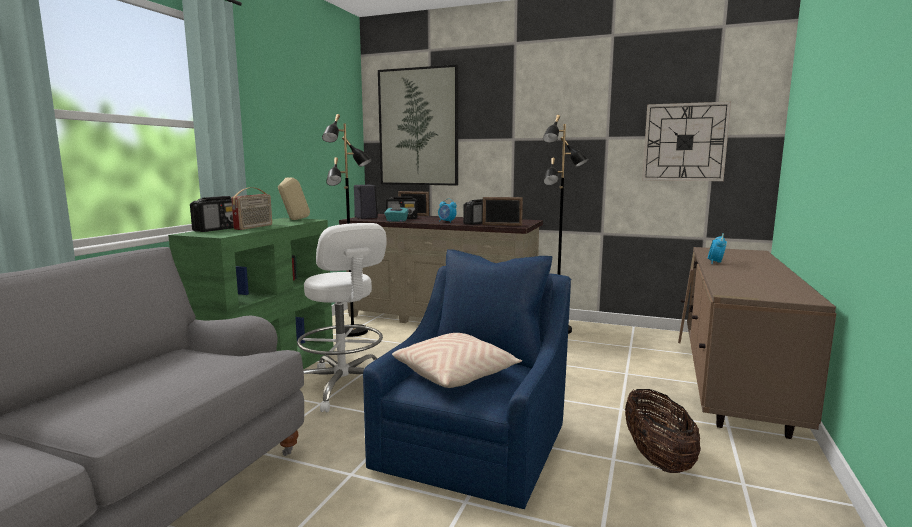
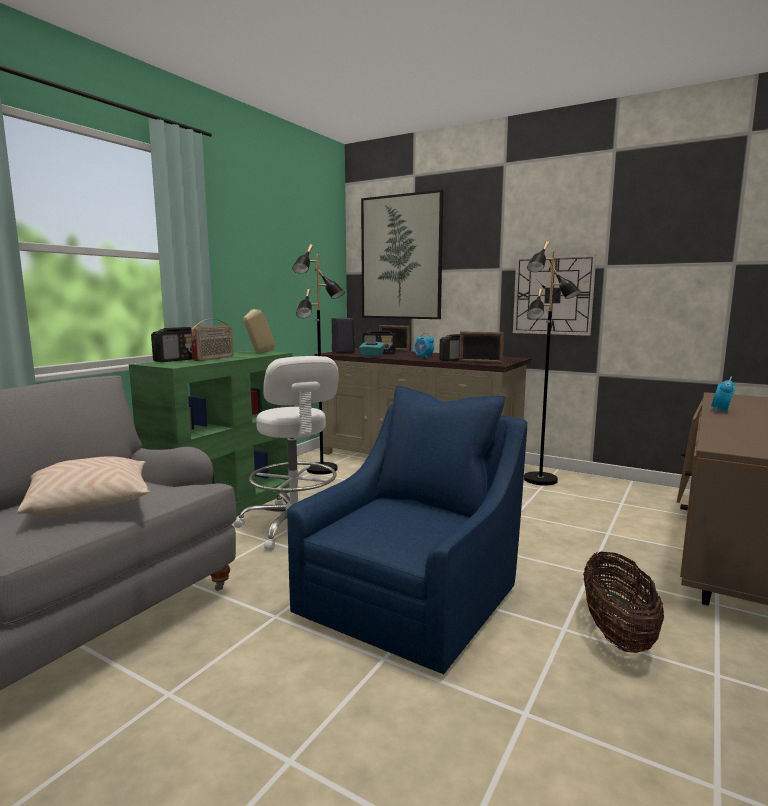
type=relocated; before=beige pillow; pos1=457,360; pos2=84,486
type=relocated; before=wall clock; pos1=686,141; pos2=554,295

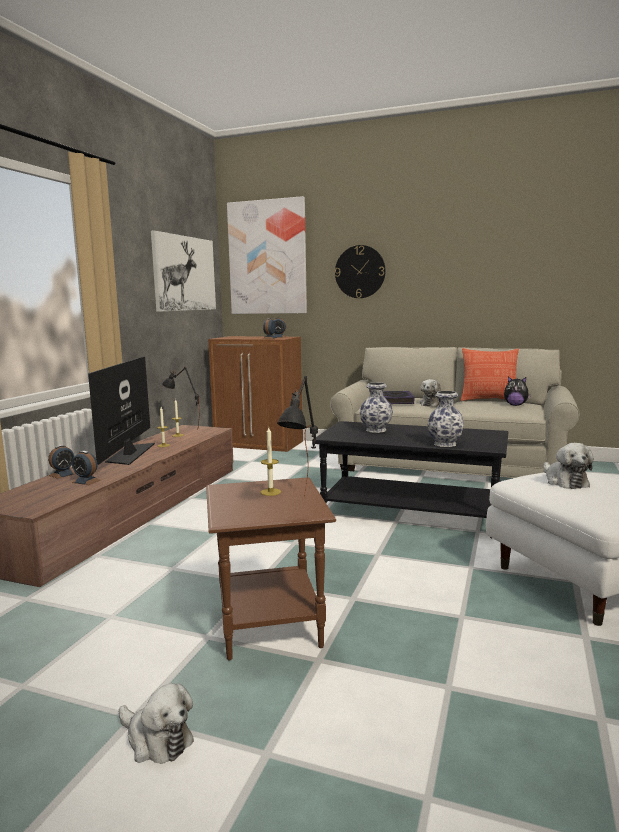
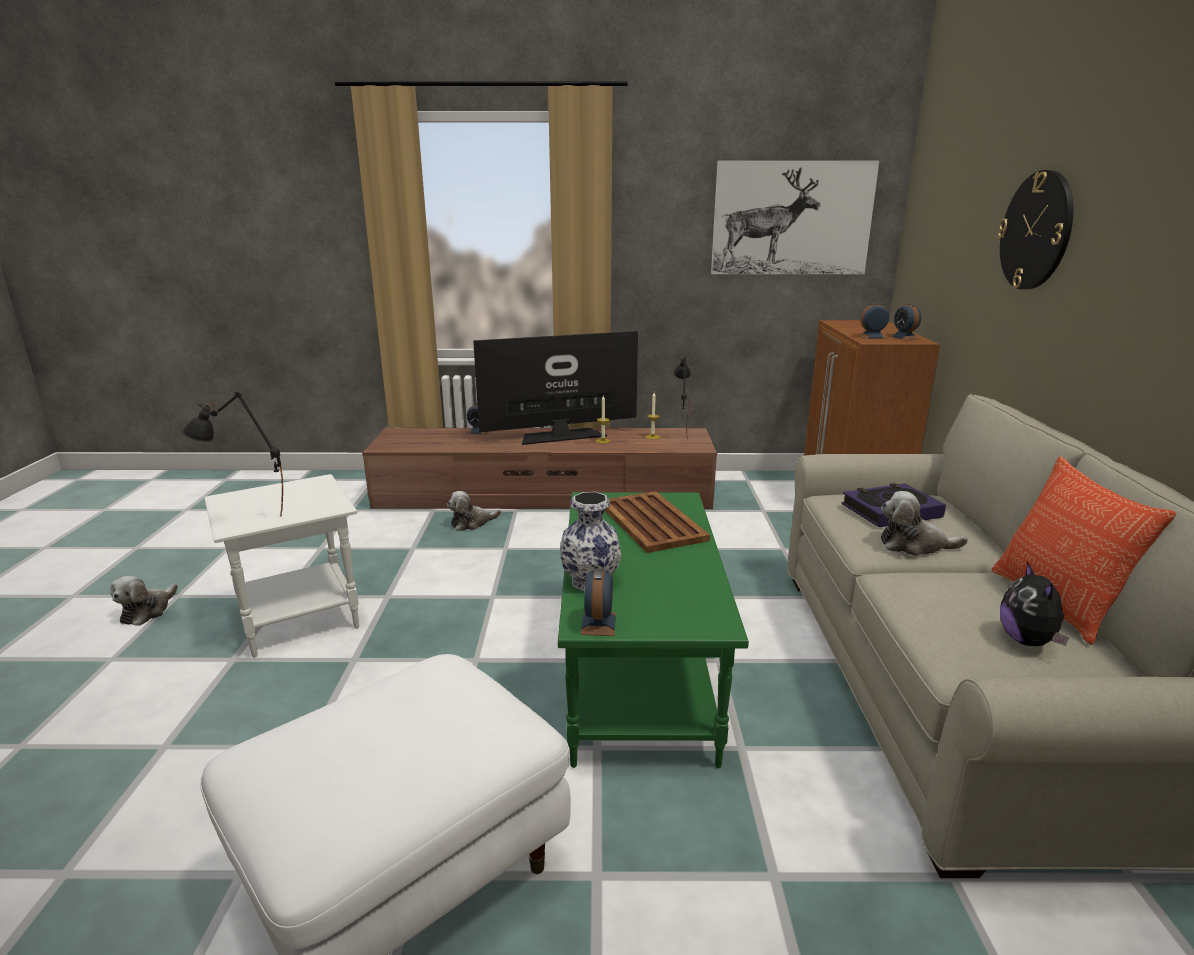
type=missing; before=picture; pos1=267,255
type=missing; before=candle; pos1=270,461
type=relocated; before=alarm clock; pos1=86,468; pos2=598,602
type=relocated; before=plush toy; pos1=568,466; pos2=474,511
type=exchanged; before=vase; after=brown tray; pos1=376,407; pos2=657,522
type=colour; before=brown side table; after=white side table; pos1=271,569; pos2=281,566
type=colour; before=black coffee table; after=green coffee table; pos1=410,480; pos2=653,630

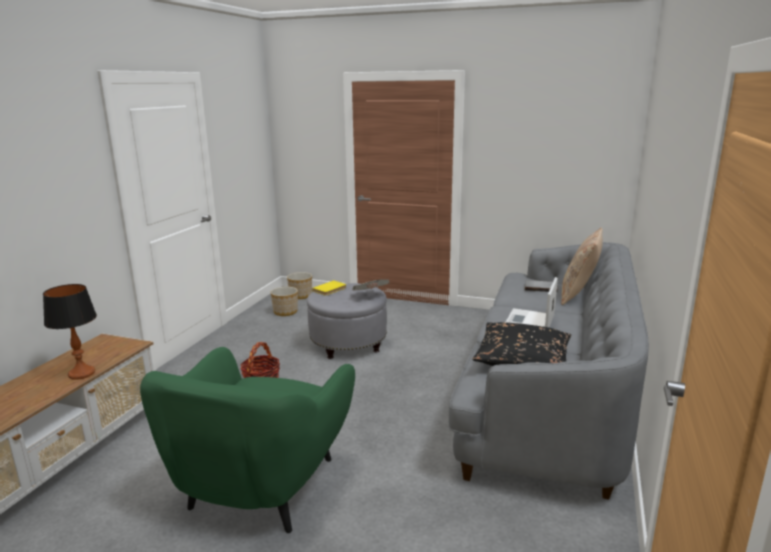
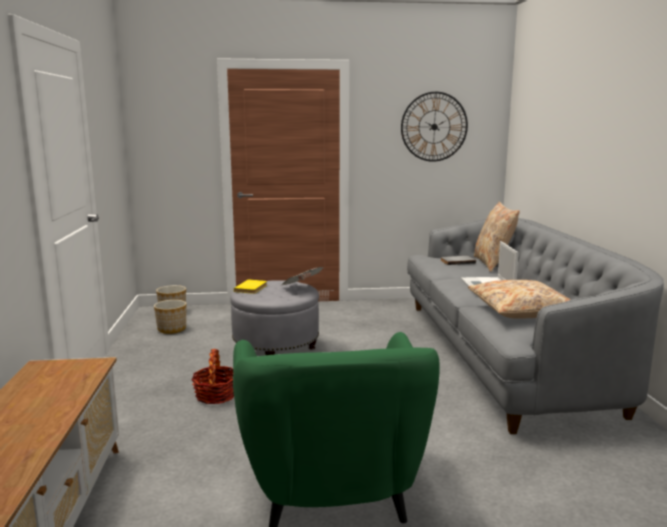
type=missing; before=table lamp; pos1=70,332
type=appeared; after=wall clock; pos2=434,127
type=colour; before=black pillow; after=beige pillow; pos1=521,344; pos2=519,299

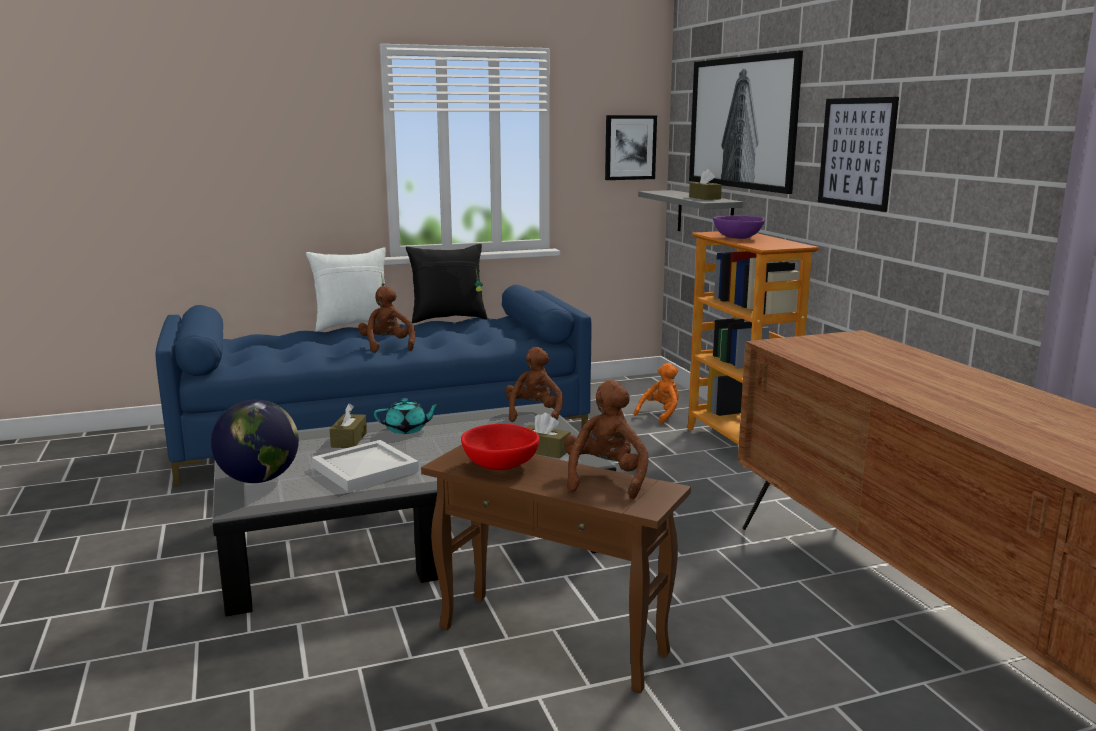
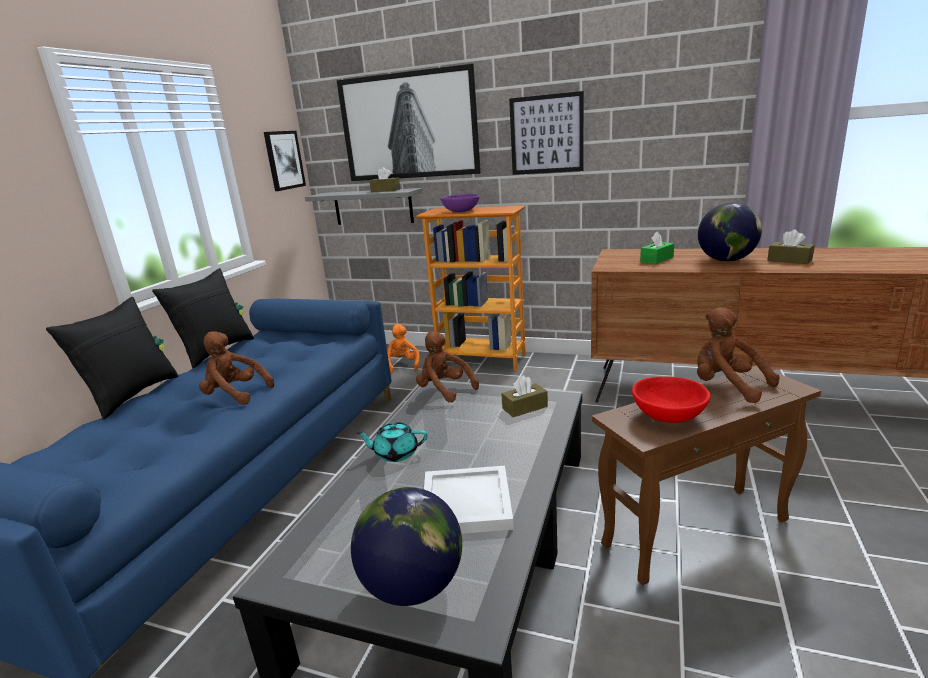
type=appeared; after=green tissue box; pos2=657,247
type=appeared; after=globe; pos2=730,232
type=relocated; before=brown tissue box; pos1=348,426; pos2=791,246
type=colour; before=white pillow; after=black pillow; pos1=346,289; pos2=112,358
type=spun; before=turquoise teapot; pos1=407,416; pos2=392,442; turn=-120

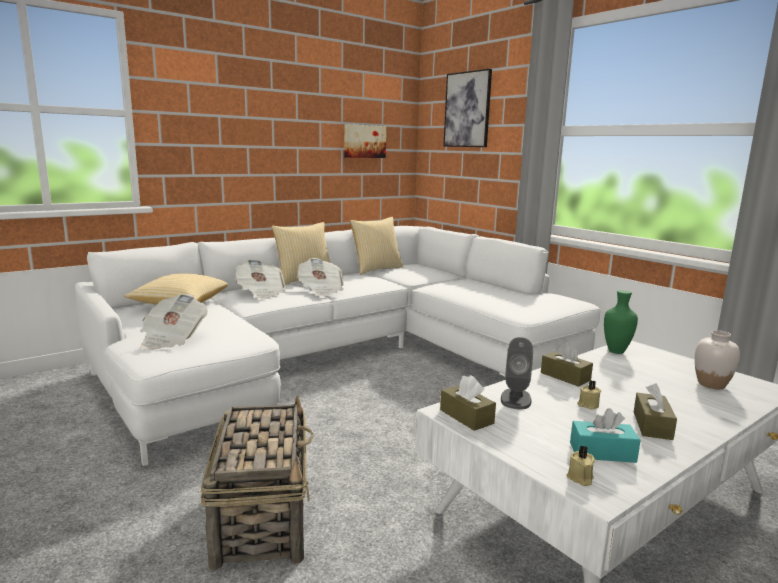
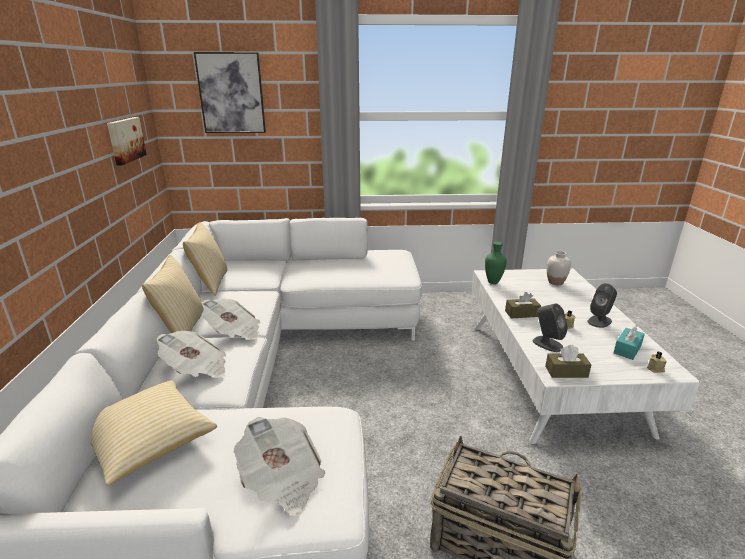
type=exchanged; before=brown tissue box; after=grey speaker; pos1=655,411; pos2=602,305

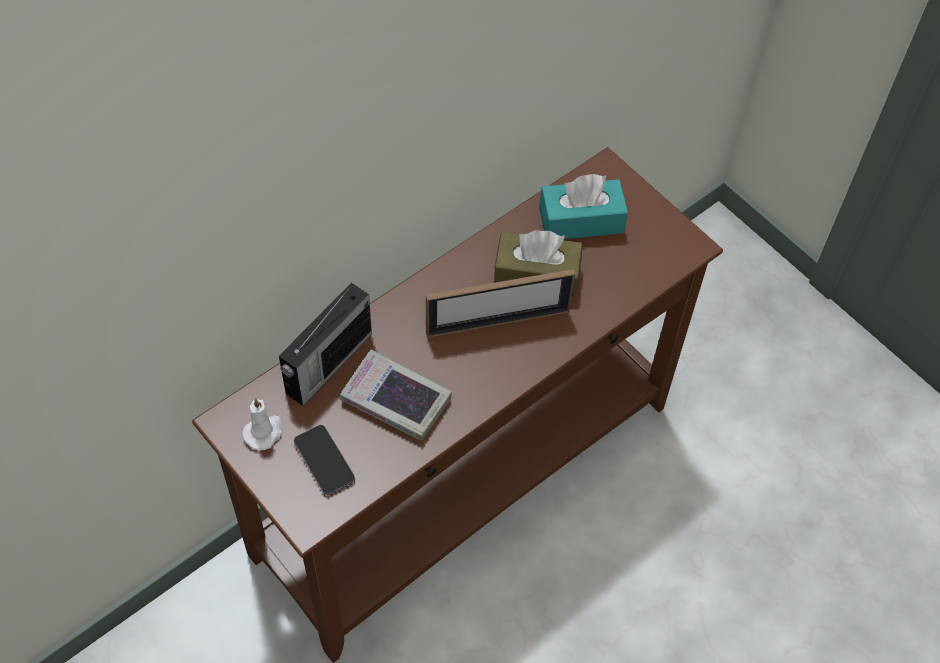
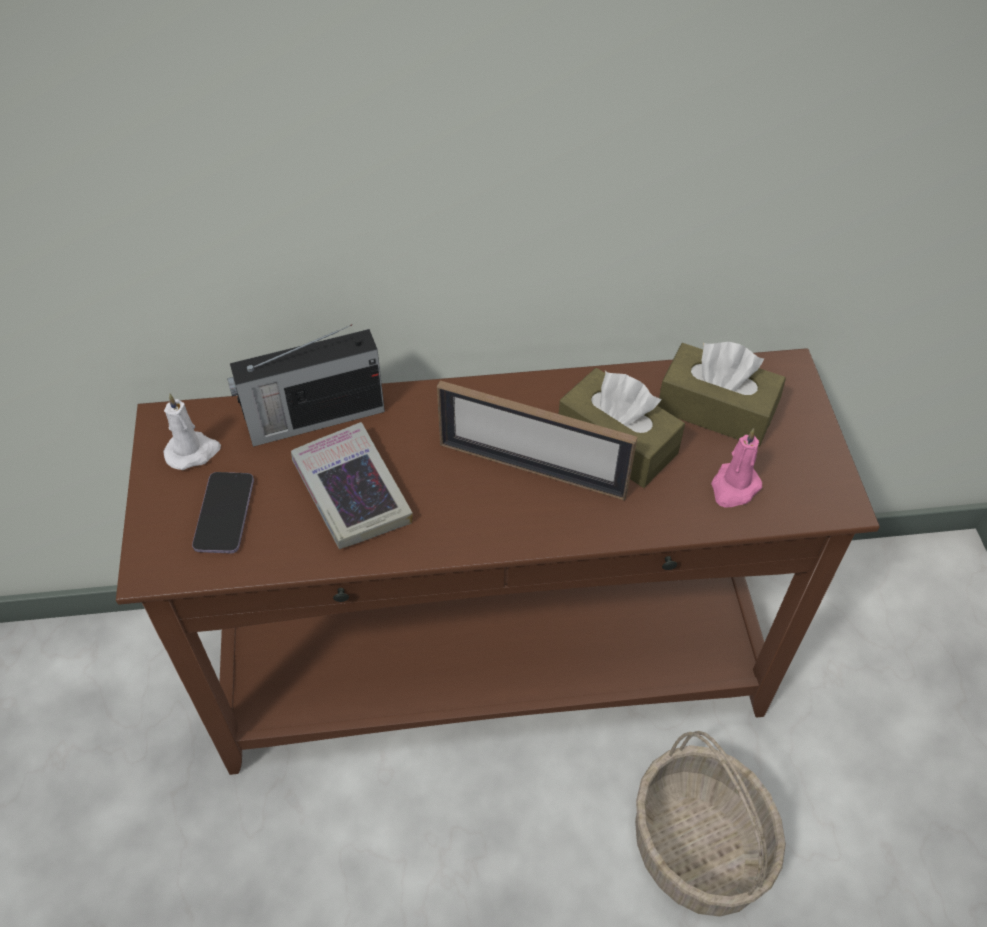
type=appeared; after=basket; pos2=710,824
type=appeared; after=pink candle; pos2=736,468
type=colour; before=turquoise tissue box; after=brown tissue box; pos1=583,206; pos2=722,394

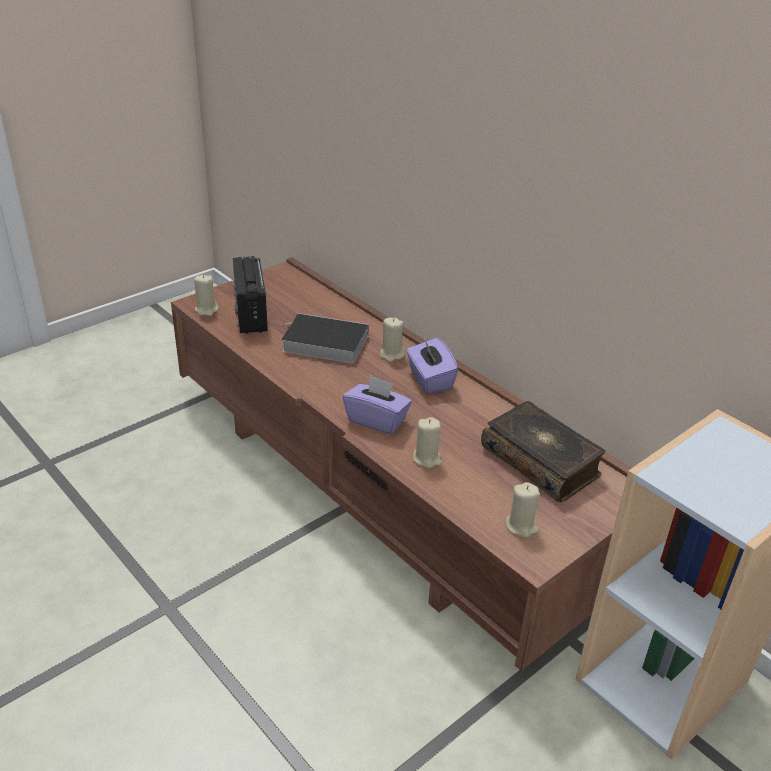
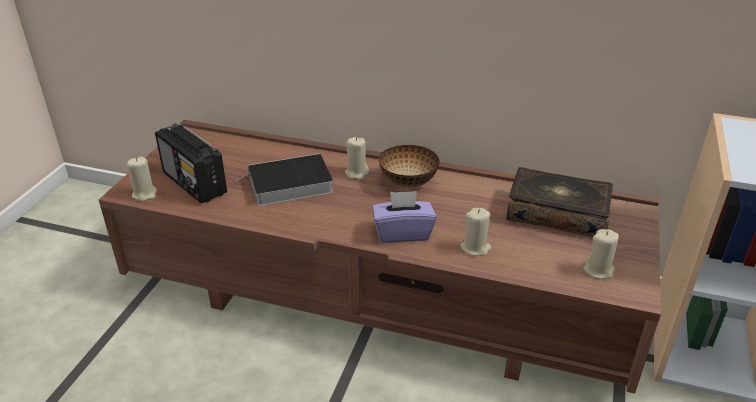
type=exchanged; before=purple tissue box; after=bowl; pos1=432,365; pos2=409,166

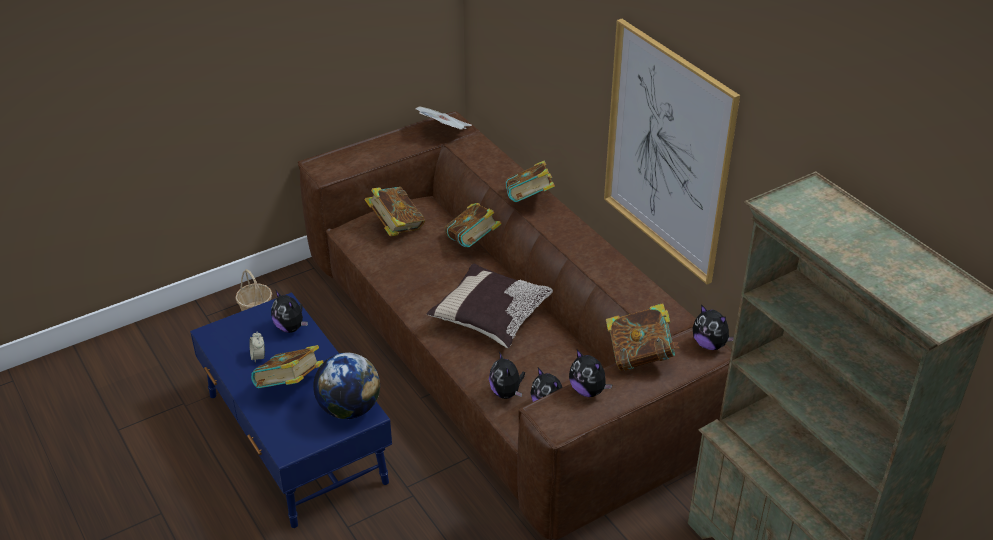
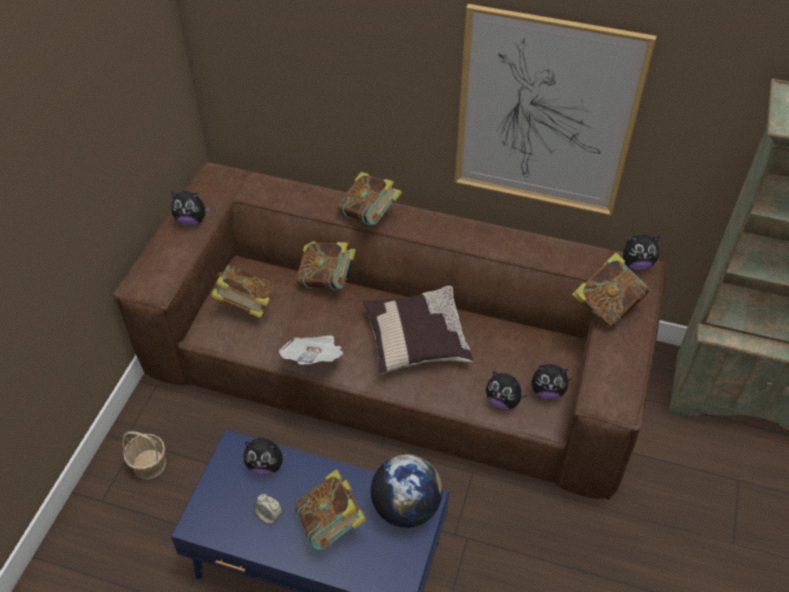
type=relocated; before=newspaper; pos1=444,118; pos2=311,349
type=relocated; before=plush toy; pos1=591,373; pos2=190,208

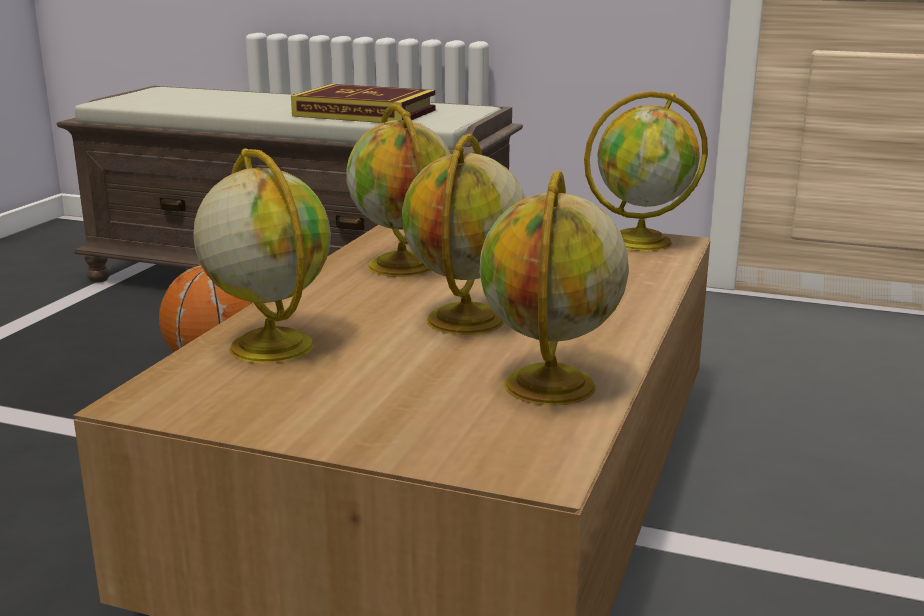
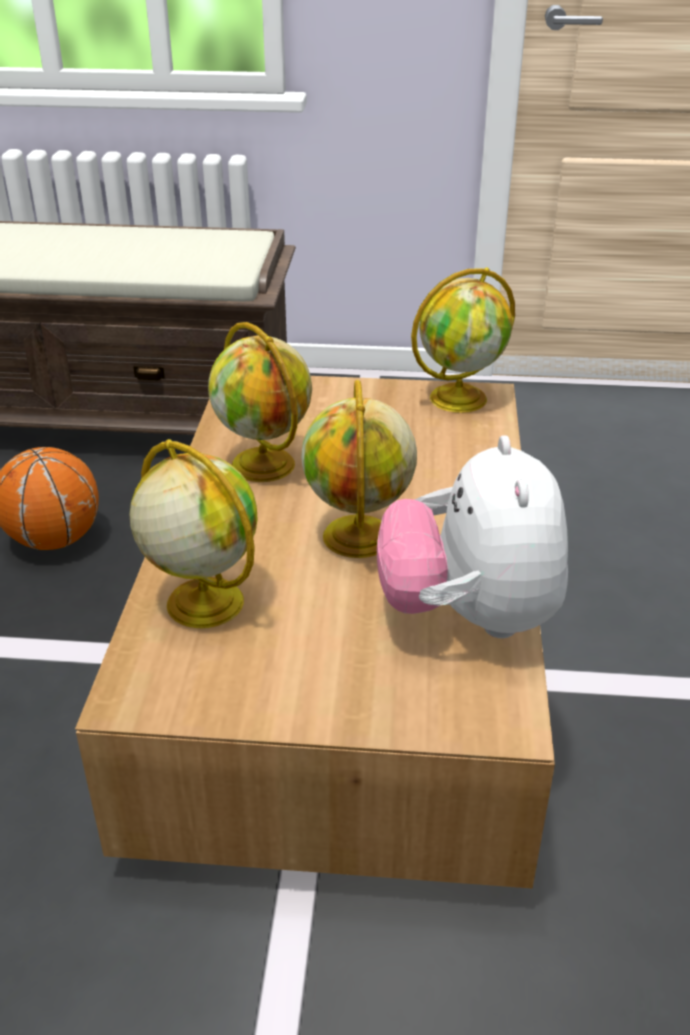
type=missing; before=book; pos1=363,103
type=exchanged; before=globe; after=plush toy; pos1=554,288; pos2=472,536

